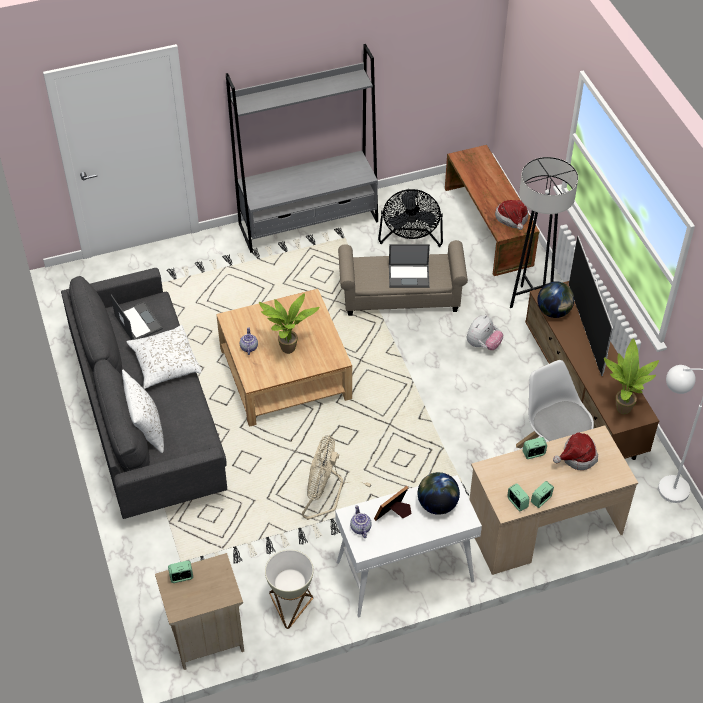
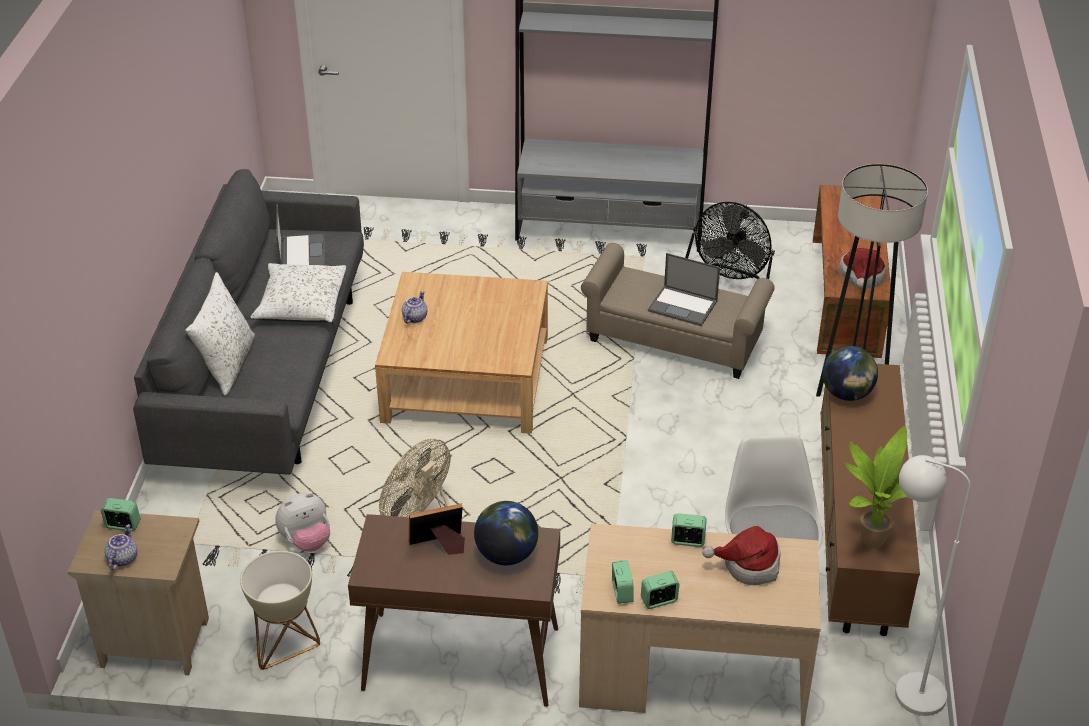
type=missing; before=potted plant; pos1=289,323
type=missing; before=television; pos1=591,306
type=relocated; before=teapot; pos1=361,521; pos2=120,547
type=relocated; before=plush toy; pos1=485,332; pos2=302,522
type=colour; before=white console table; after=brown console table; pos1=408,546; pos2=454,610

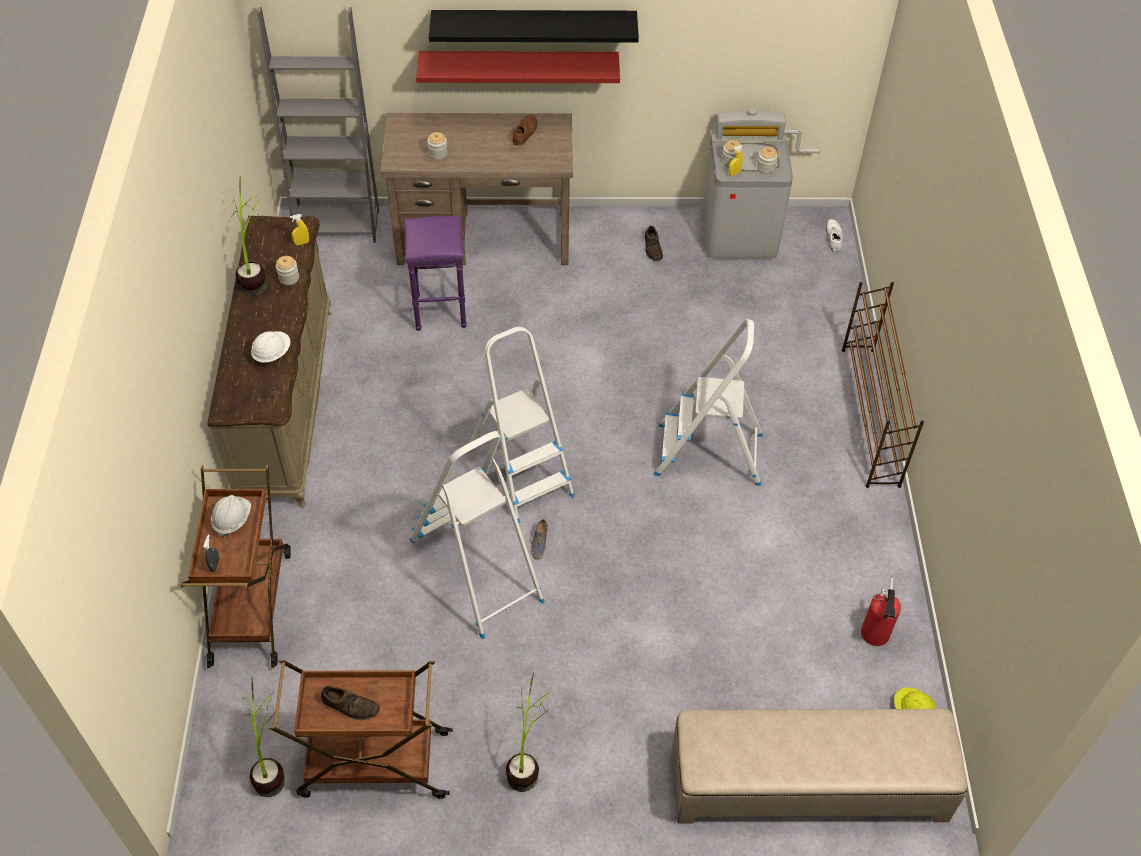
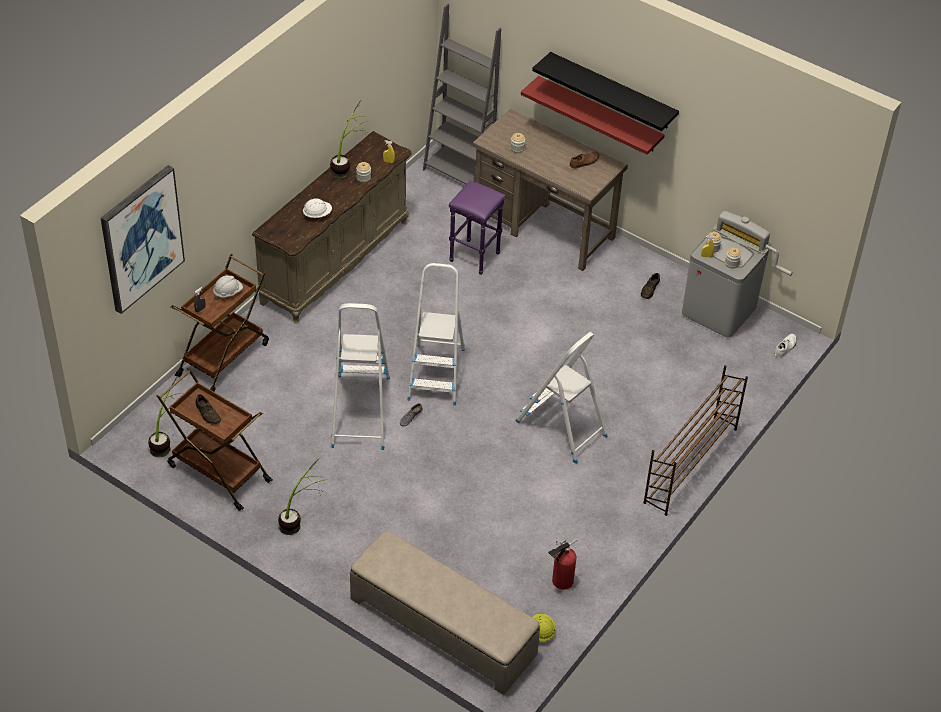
type=appeared; after=picture; pos2=143,239

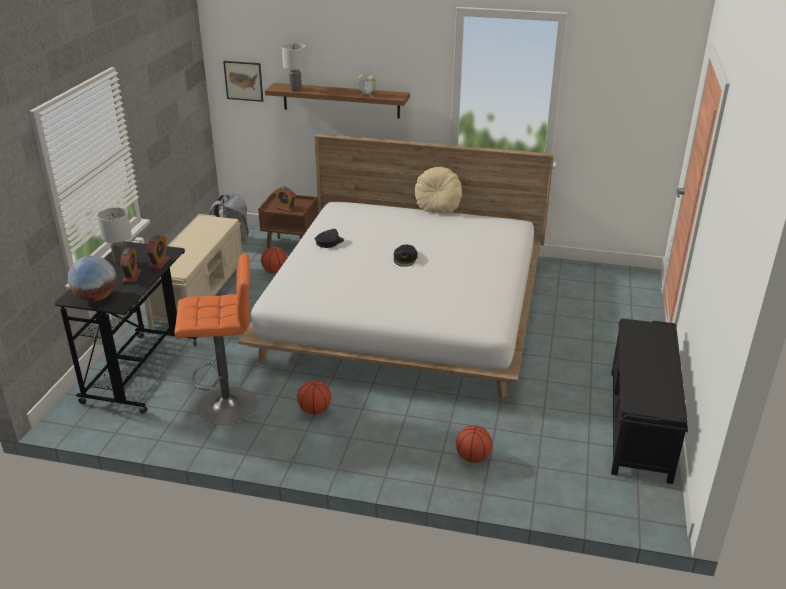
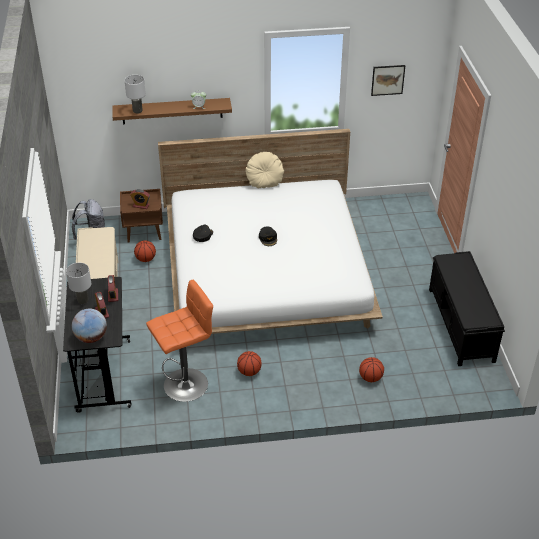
type=relocated; before=picture; pos1=243,81; pos2=388,80

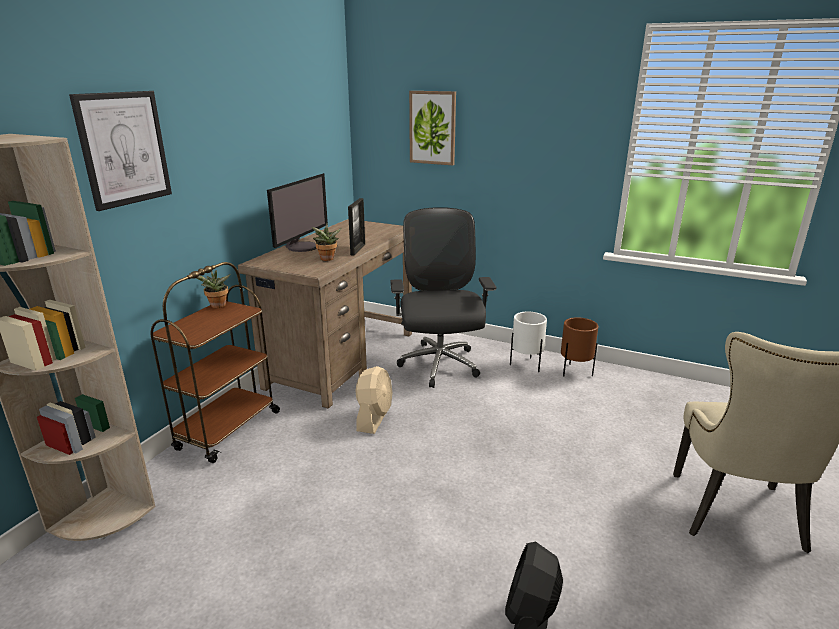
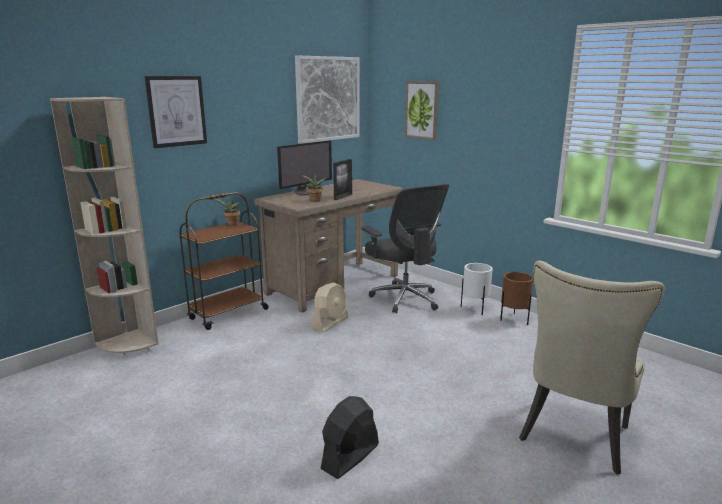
type=appeared; after=picture; pos2=327,99
type=spun; before=office chair; pos1=443,297; pos2=405,248; turn=135

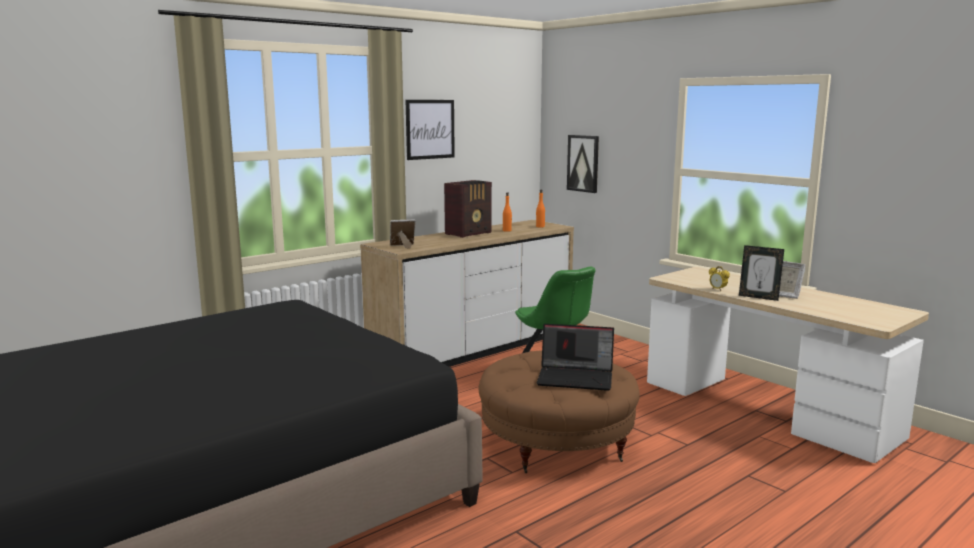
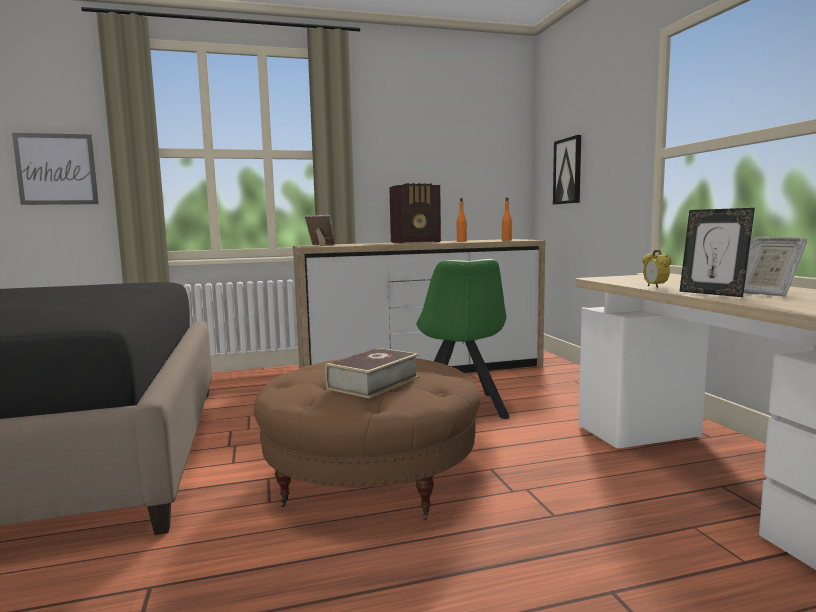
type=relocated; before=picture; pos1=430,130; pos2=55,169
type=exchanged; before=laptop; after=book; pos1=575,357; pos2=372,373

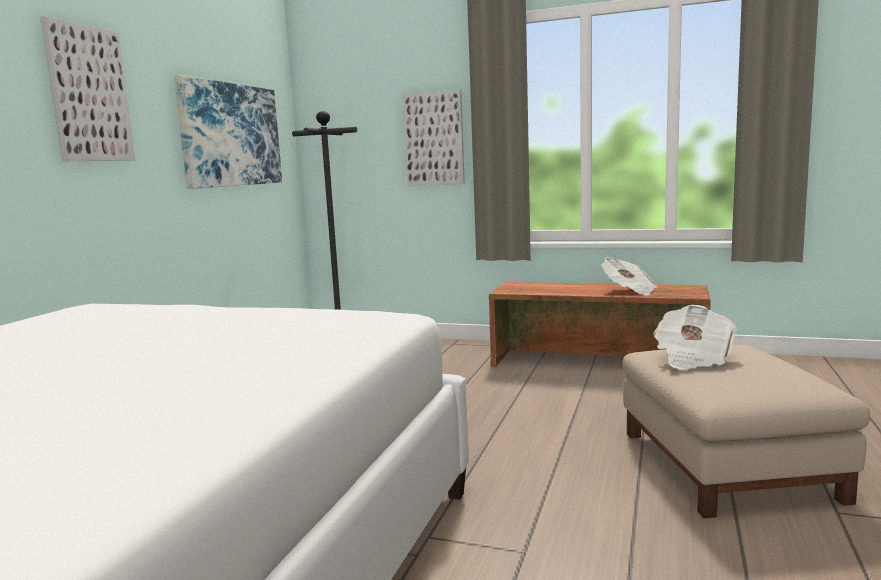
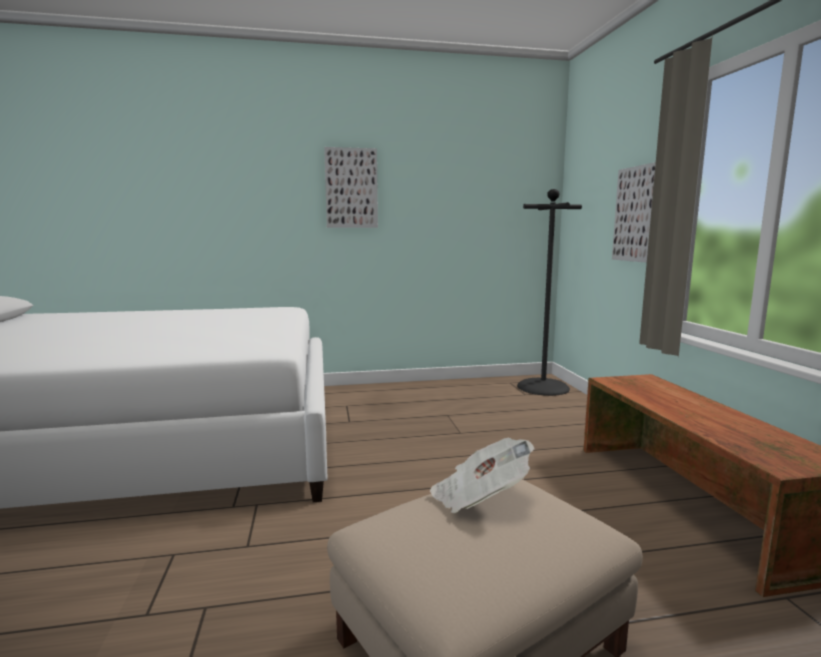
type=missing; before=picture; pos1=228,132
type=missing; before=newspaper; pos1=629,276

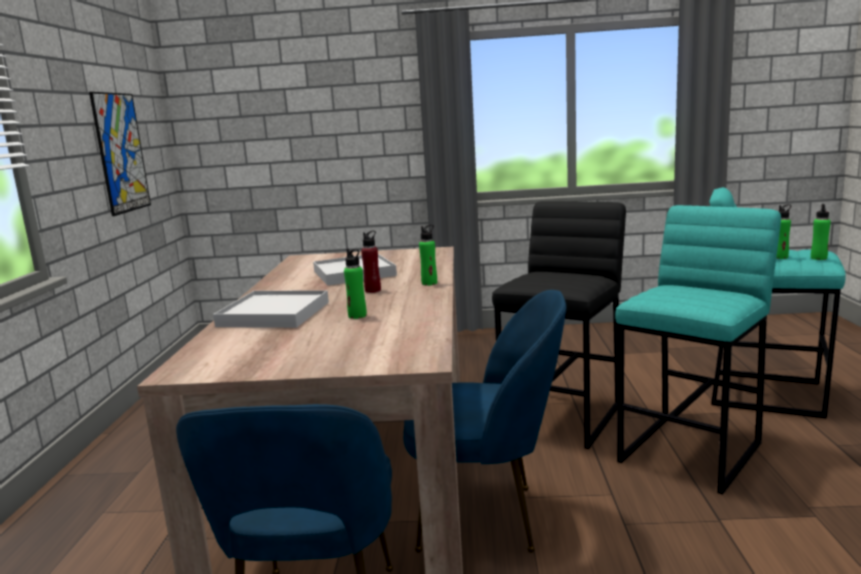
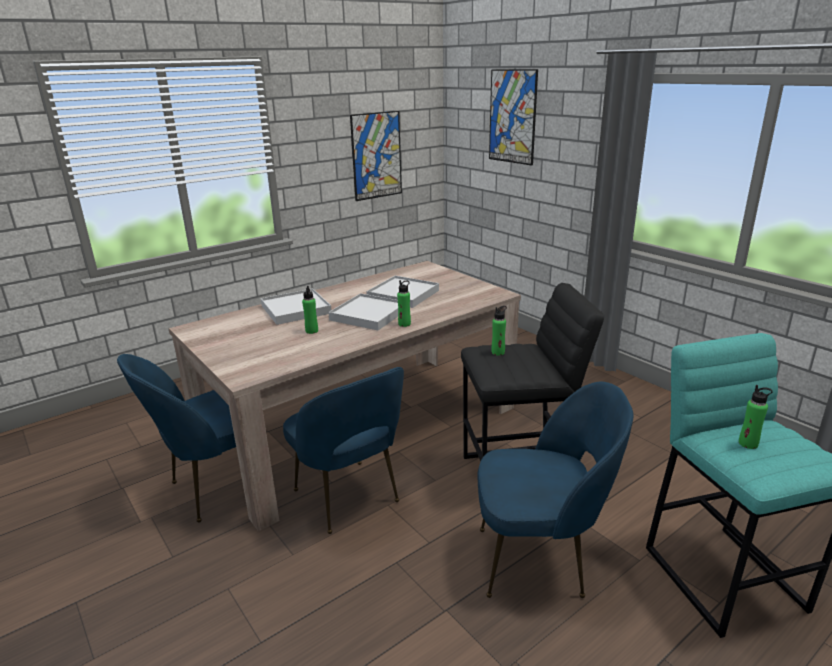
type=appeared; after=picture; pos2=513,117
type=relocated; before=green bottle; pos1=821,232; pos2=499,331
type=exchanged; before=red bottle; after=white tray; pos1=371,262; pos2=363,311
type=exchanged; before=turquoise stool; after=blue chair; pos1=698,350; pos2=555,490

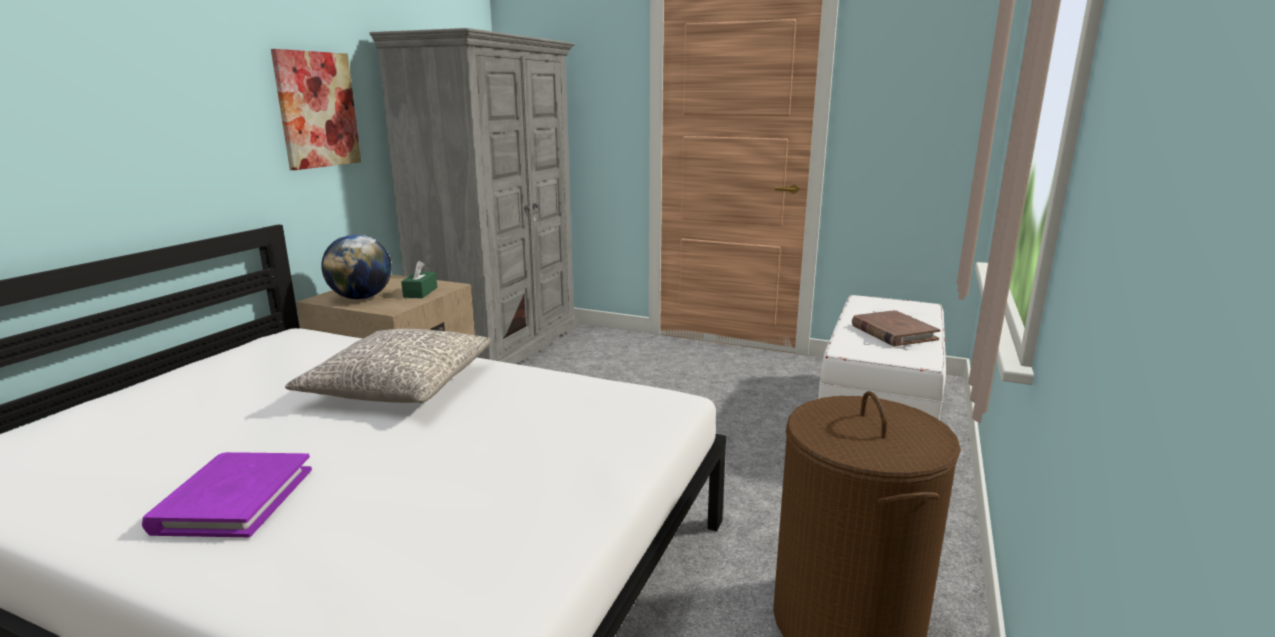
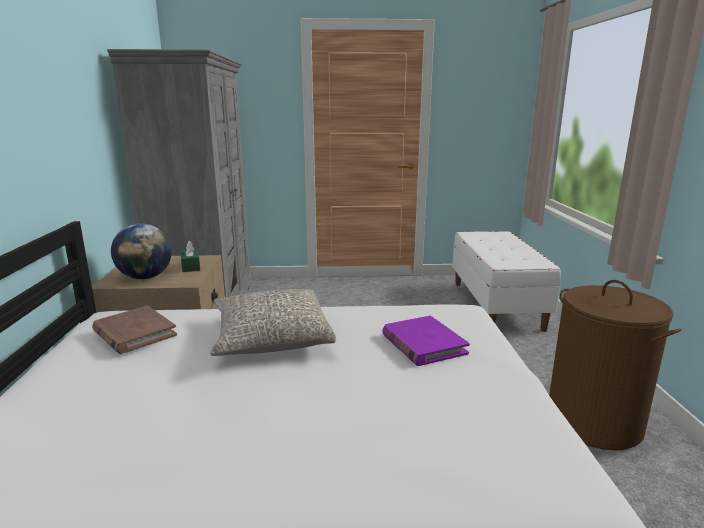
type=missing; before=picture; pos1=316,109
type=relocated; before=purple book; pos1=227,494; pos2=426,341
type=relocated; before=brown book; pos1=896,328; pos2=134,330

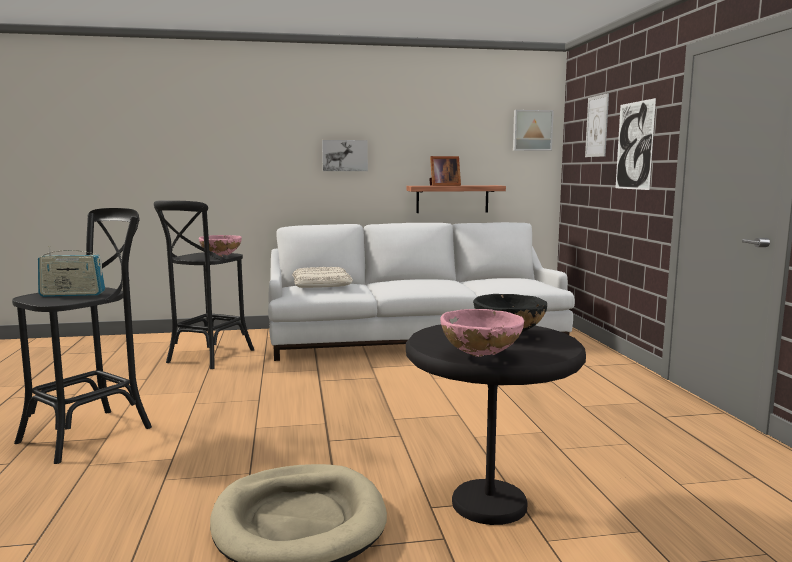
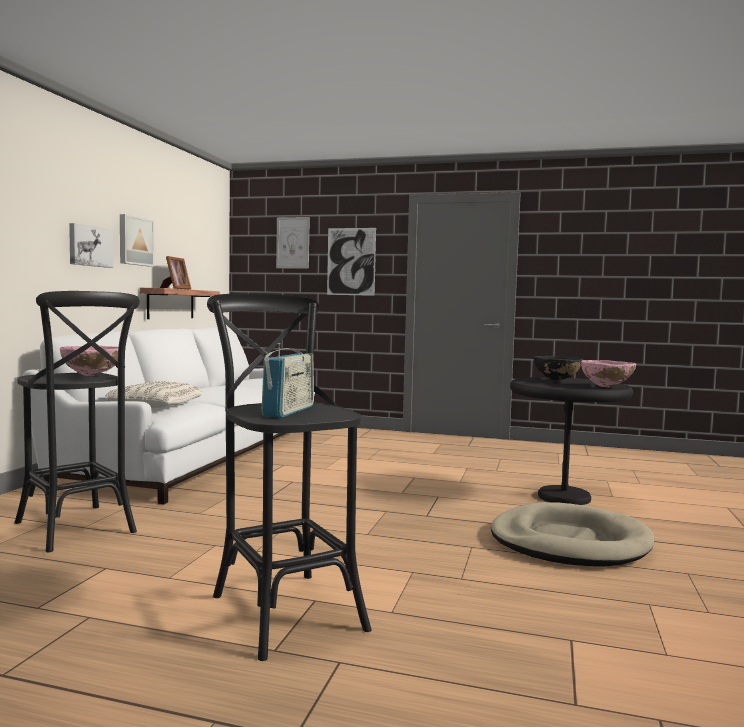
type=relocated; before=picture; pos1=533,130; pos2=137,240

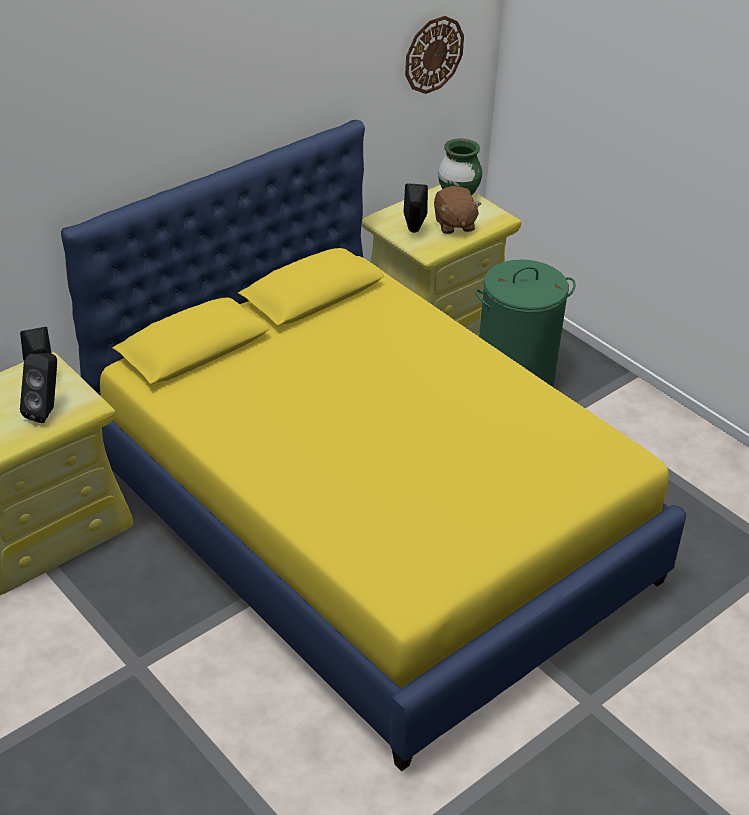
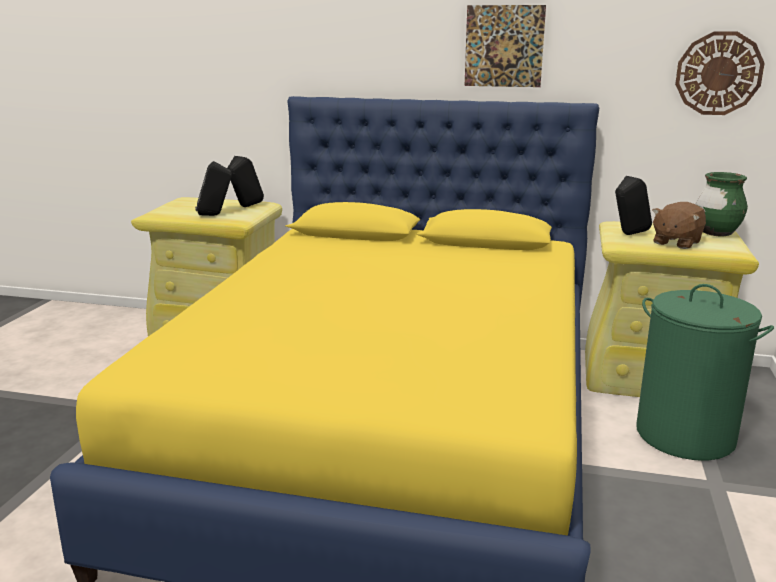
type=appeared; after=picture; pos2=505,46

